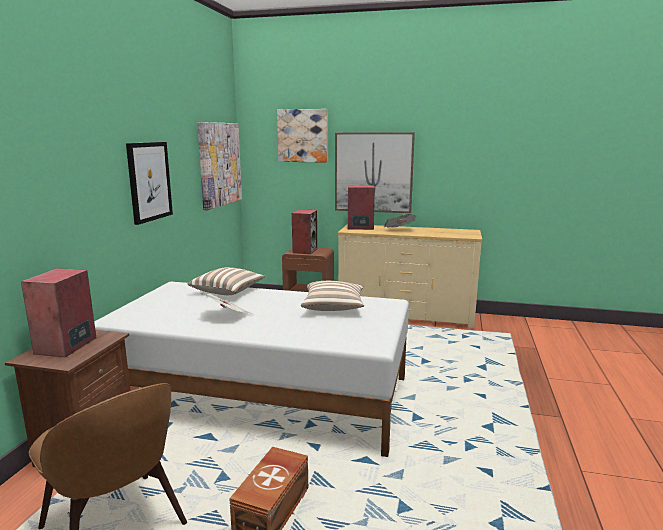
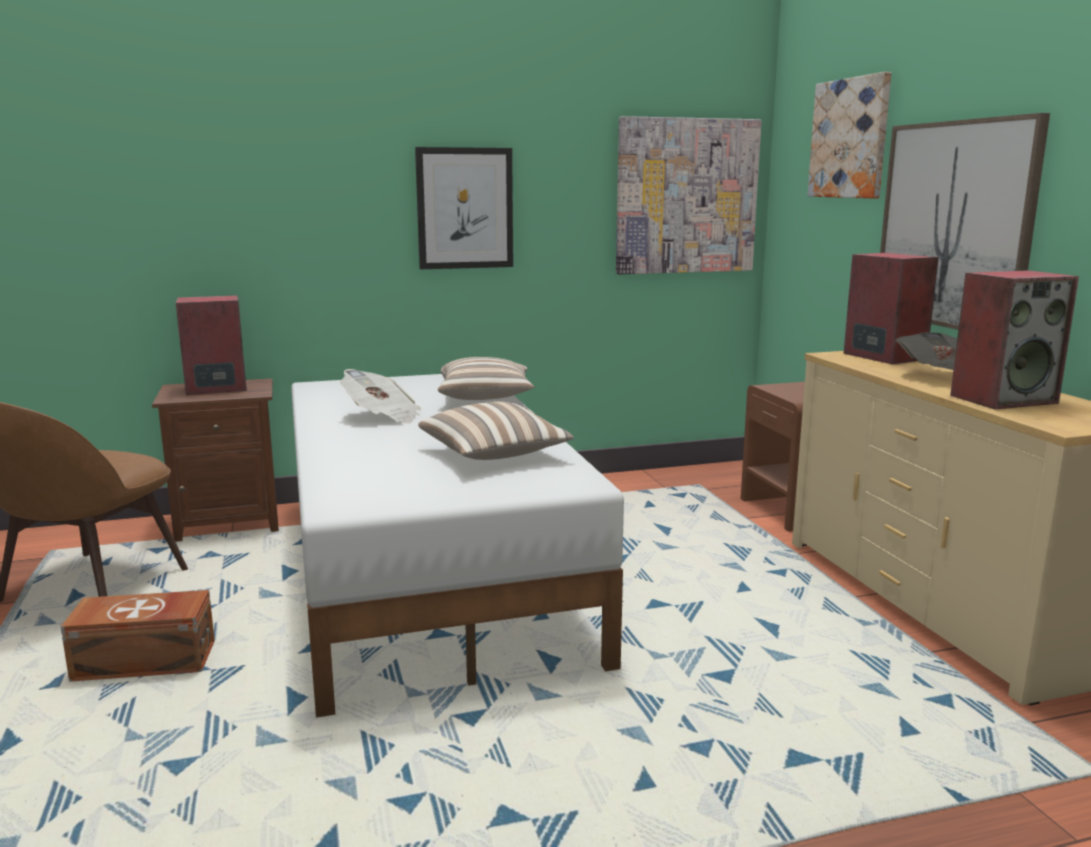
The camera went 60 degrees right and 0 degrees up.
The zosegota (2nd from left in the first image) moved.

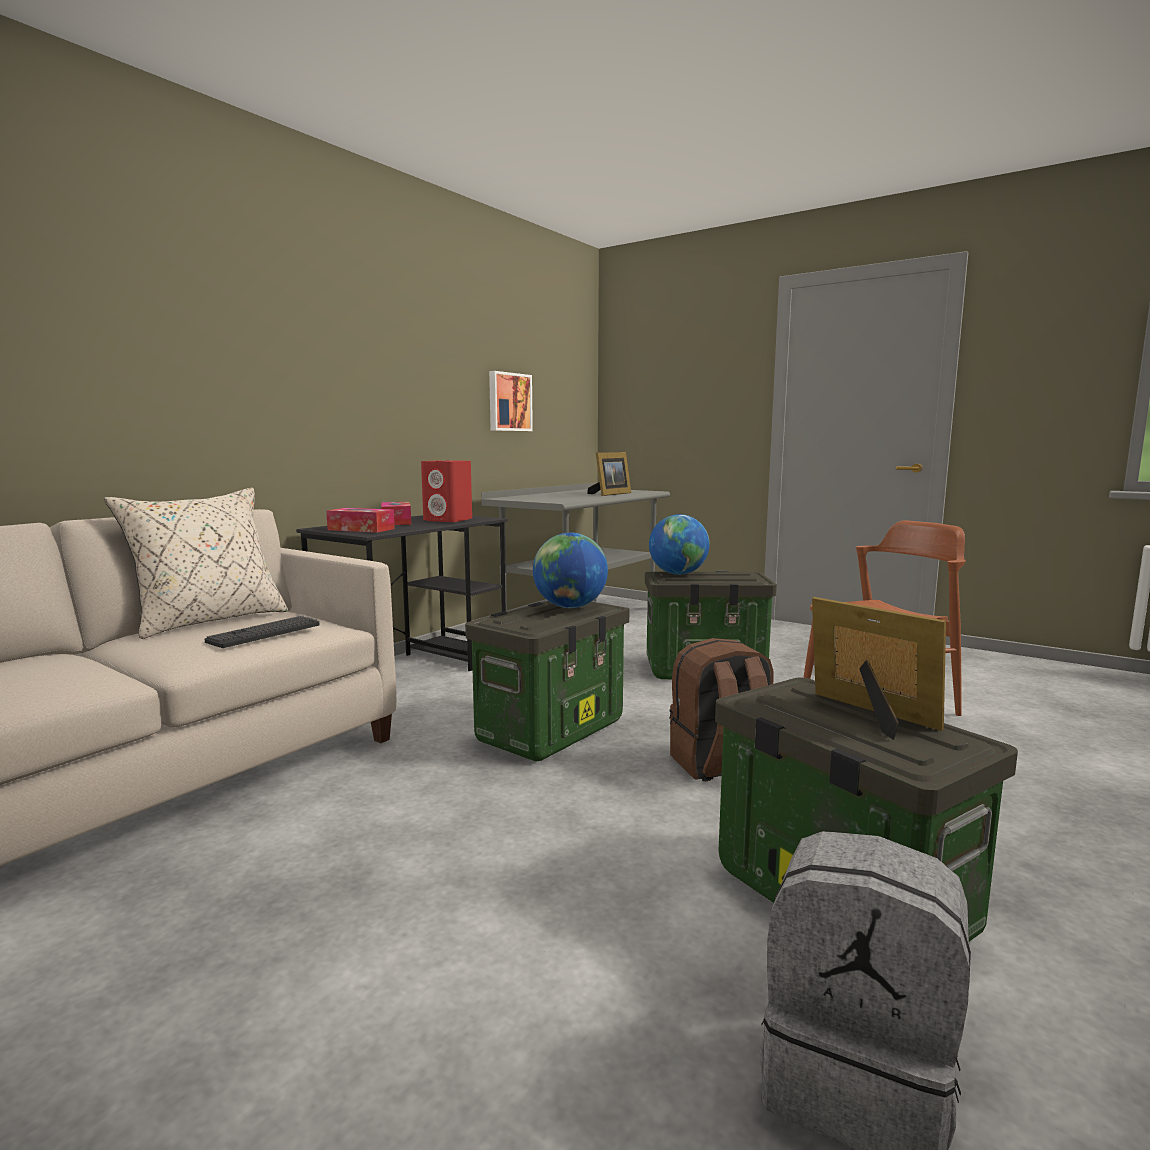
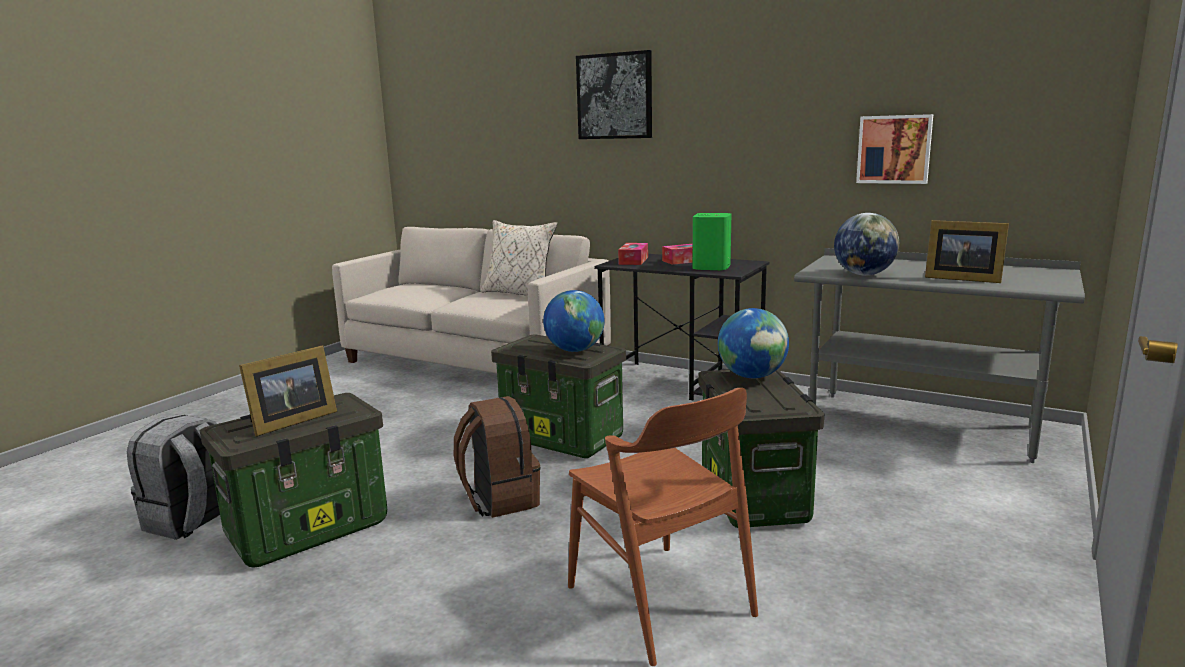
The camera went 85 degrees right and 5 degrees up.
The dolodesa disappeared.
The red_zosegota became the green_zosegota.
The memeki (1st from left) appeared.
The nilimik (3rd from left) appeared.

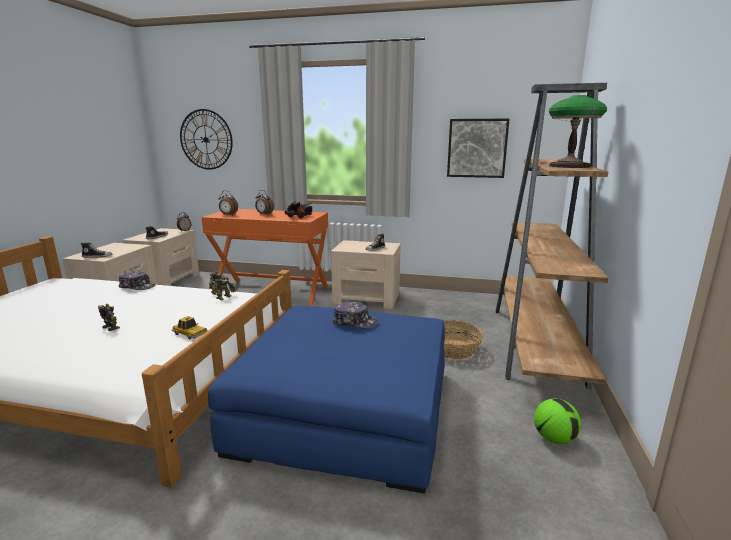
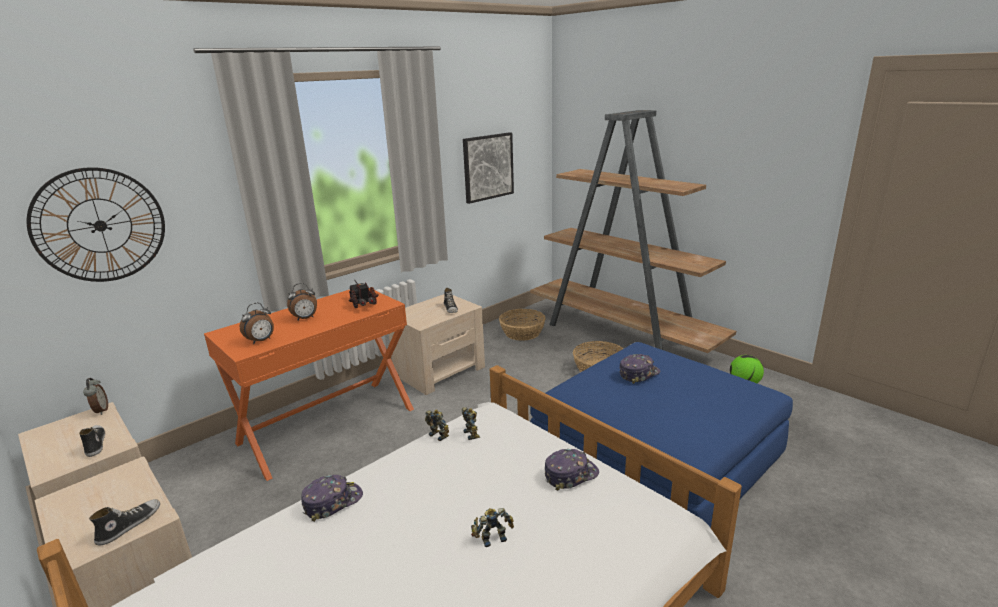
The camera went 55 degrees left and 5 degrees up.
The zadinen was replaced by the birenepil (2nd from left).
The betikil disappeared.
The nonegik (1st from left) appeared.

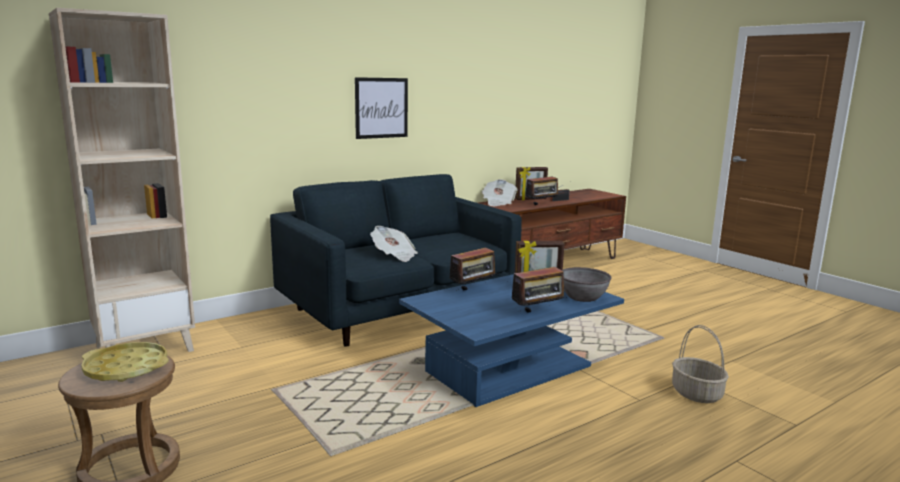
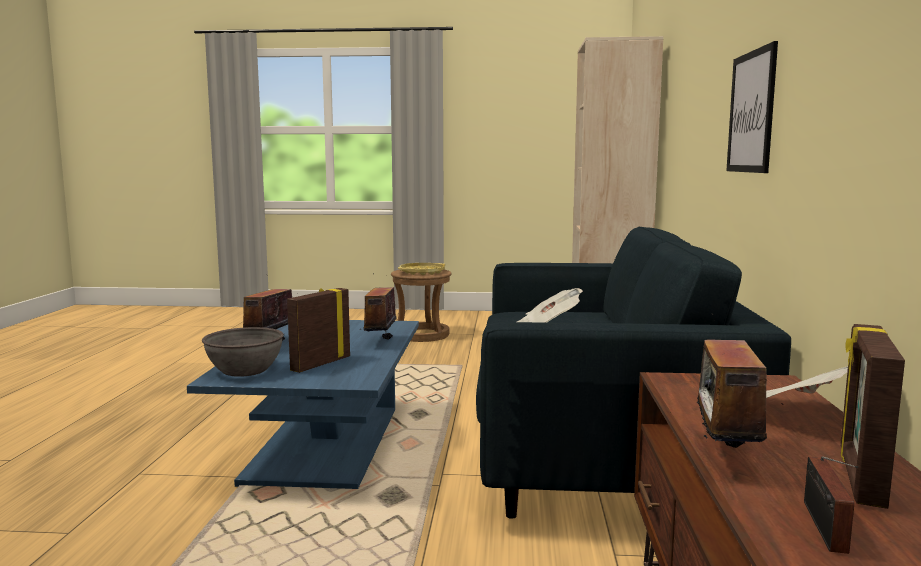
The camera went 130 degrees right and 5 degrees down.
The nonegik disappeared.

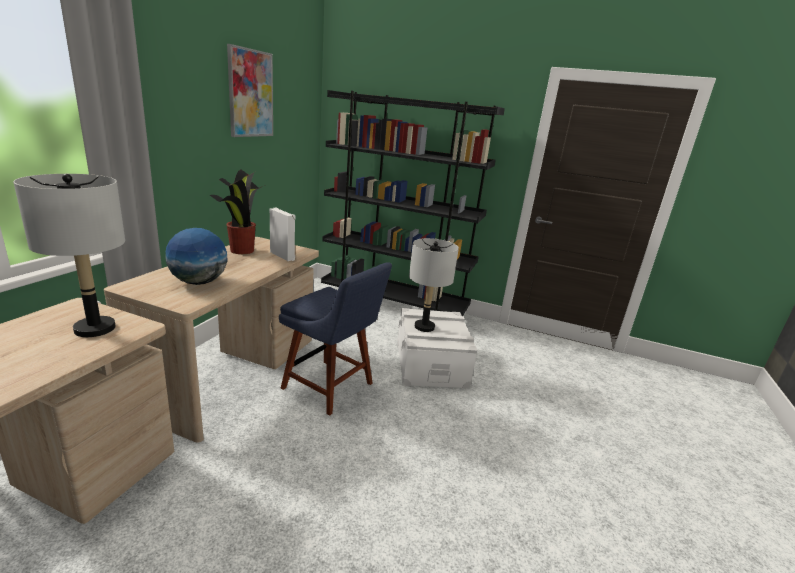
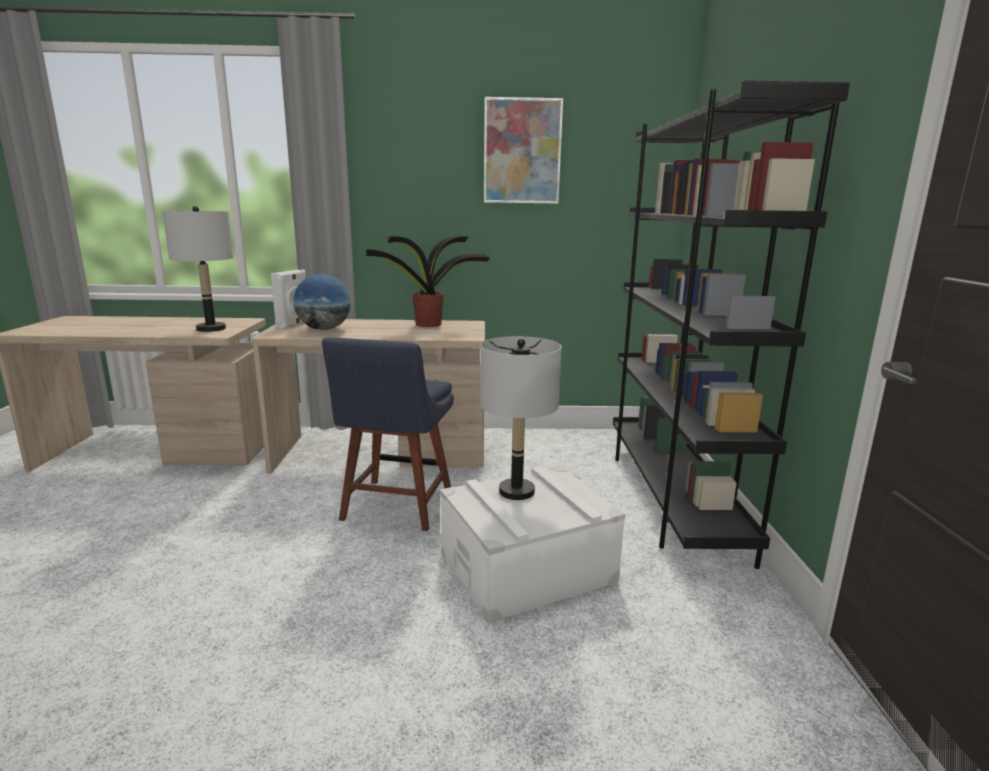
The camera went 70 degrees right and 5 degrees down.
The white_zosegota moved.

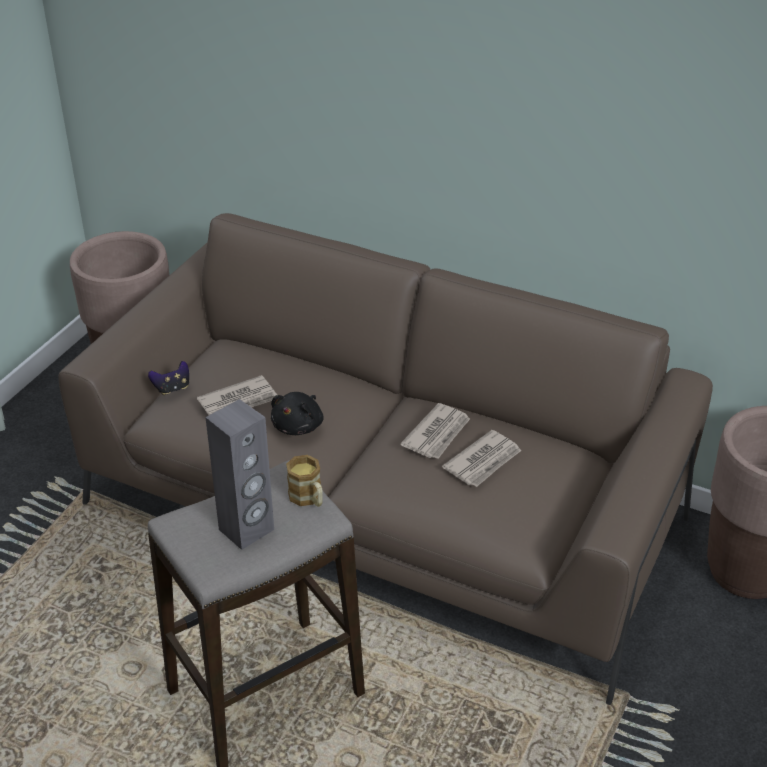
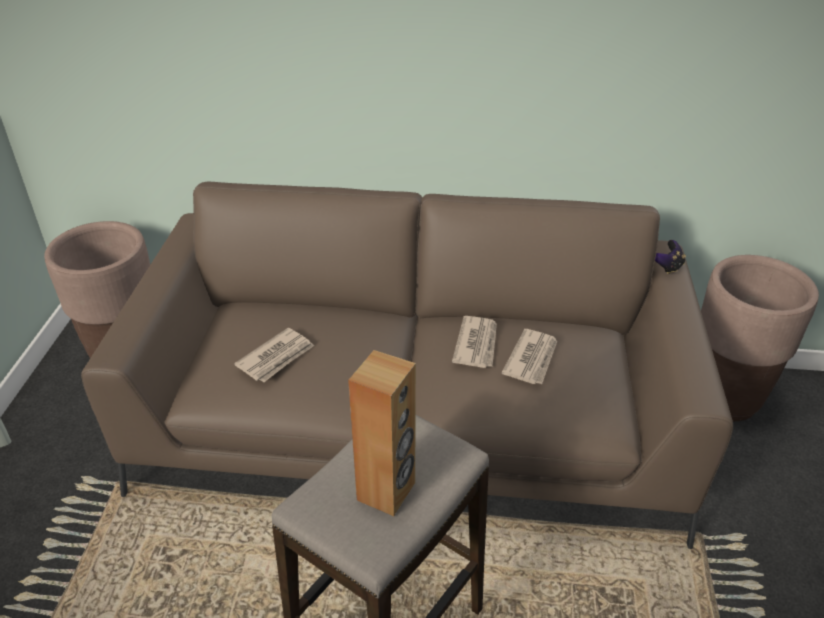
The camera went 20 degrees left and 0 degrees up.
The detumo moved.
The grey_zosegota became the brown_zosegota.
The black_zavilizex disappeared.
The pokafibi disappeared.

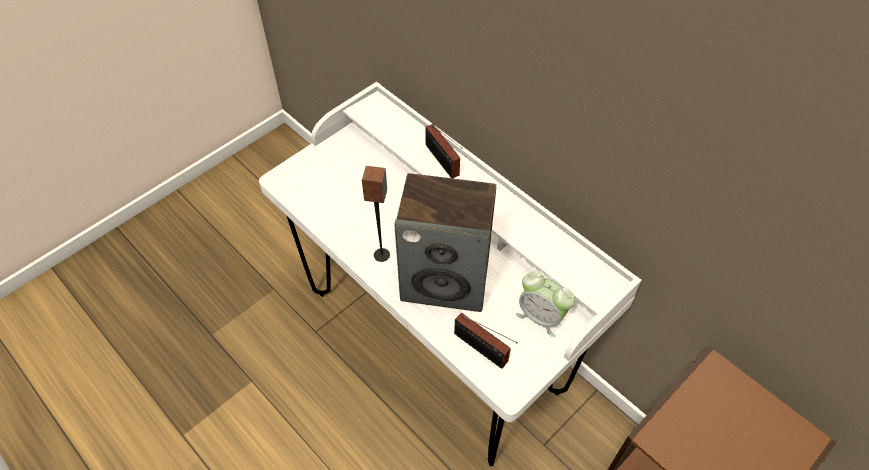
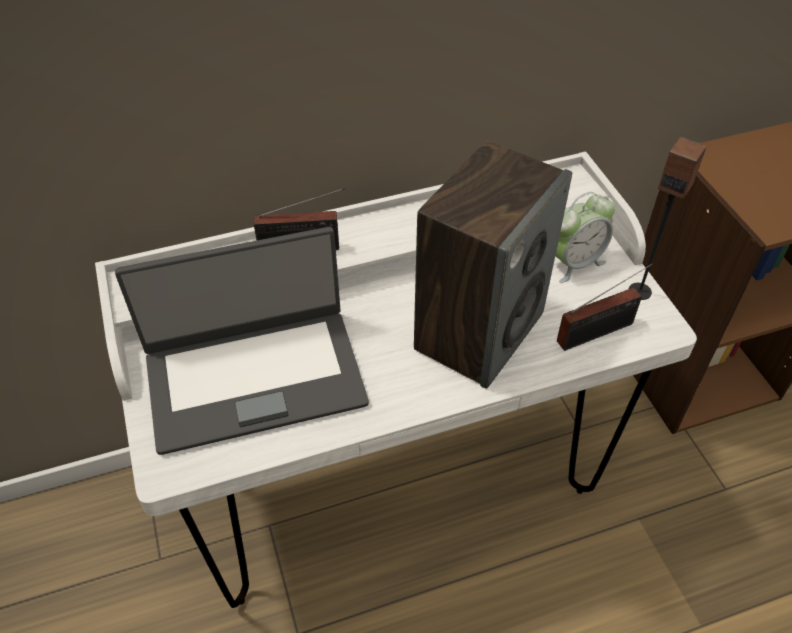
The camera went 65 degrees left and 5 degrees down.
The zosegota (1st from left in the first image) moved.
The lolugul appeared.

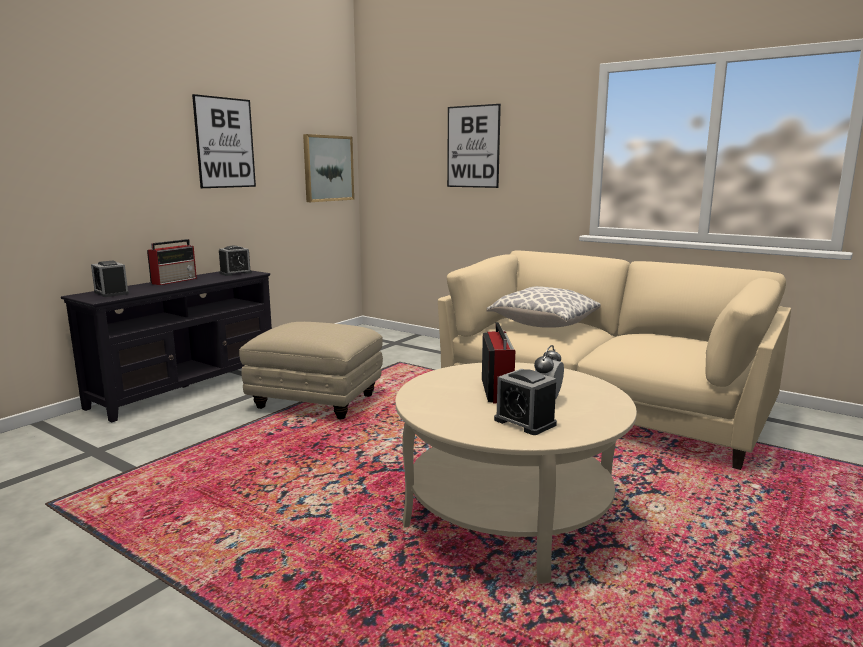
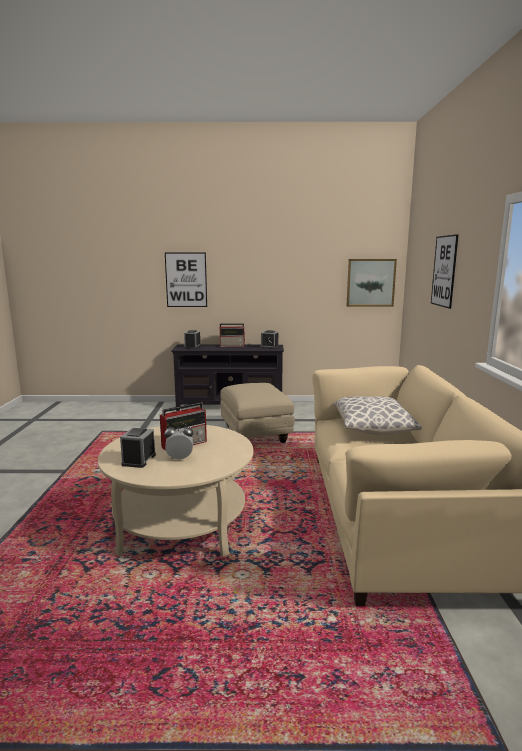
The camera went 55 degrees right and 0 degrees up.
The memeki (1st from left) moved.

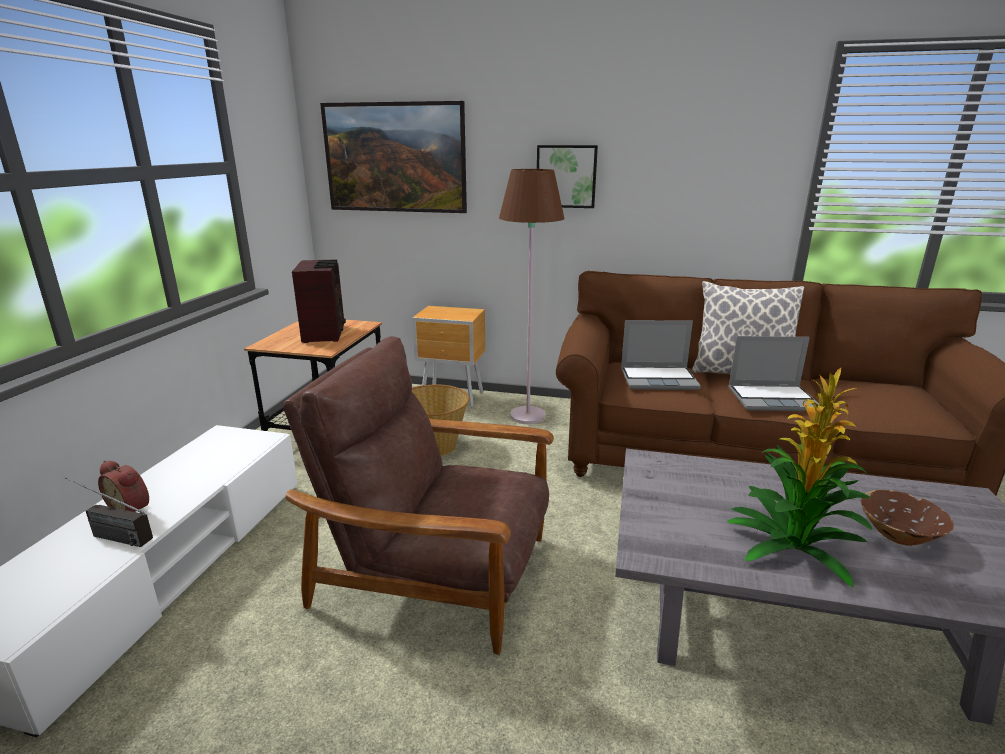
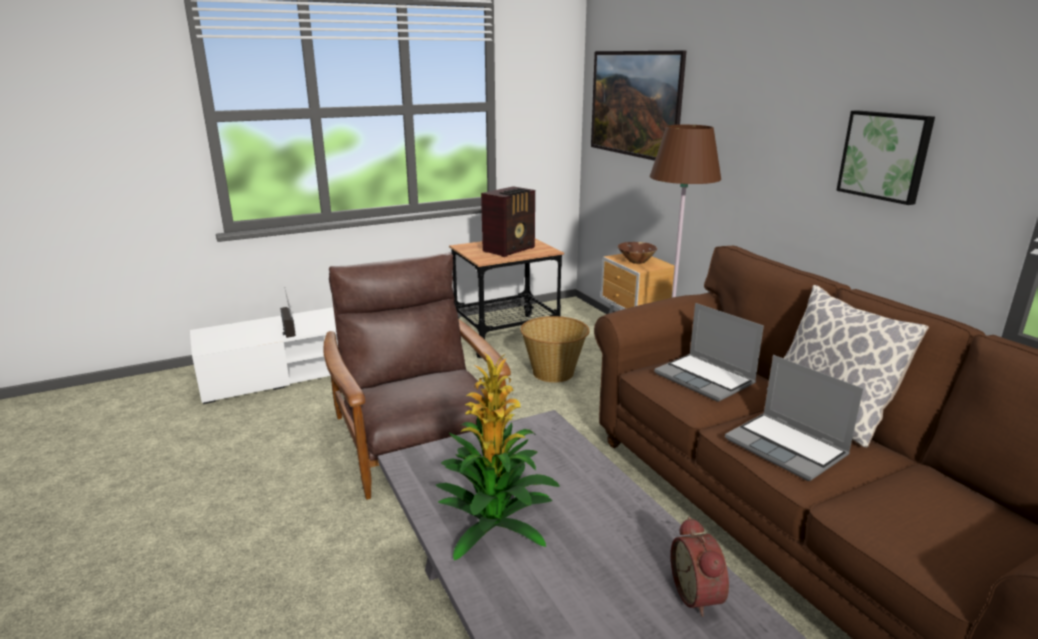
The camera went 50 degrees right and 0 degrees up.
The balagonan moved.
The memeki (2nd from left) moved.
The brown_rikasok moved.

